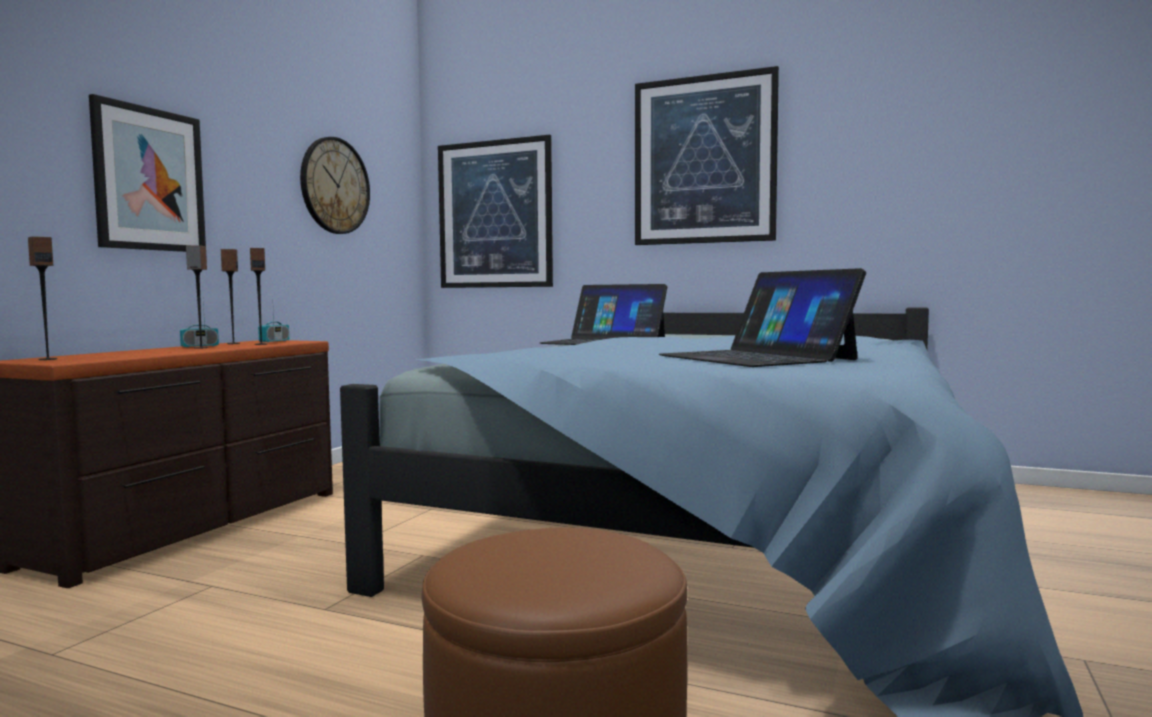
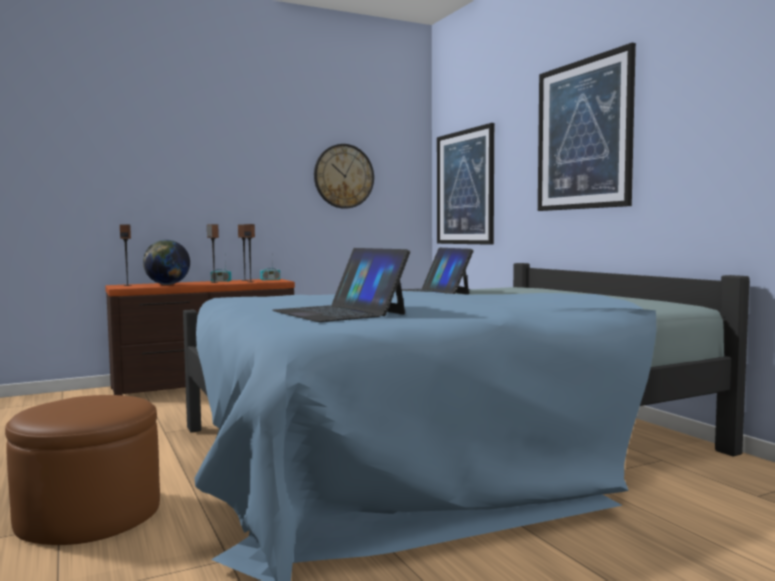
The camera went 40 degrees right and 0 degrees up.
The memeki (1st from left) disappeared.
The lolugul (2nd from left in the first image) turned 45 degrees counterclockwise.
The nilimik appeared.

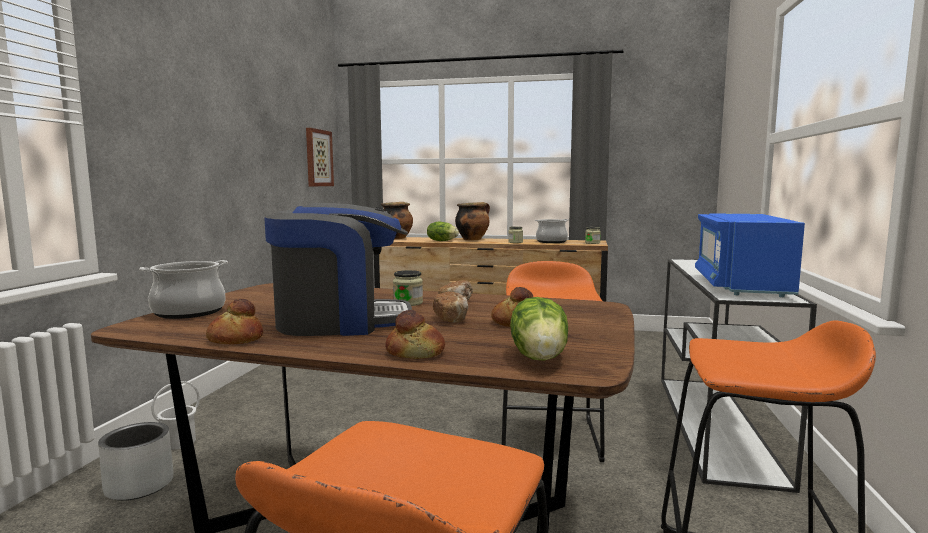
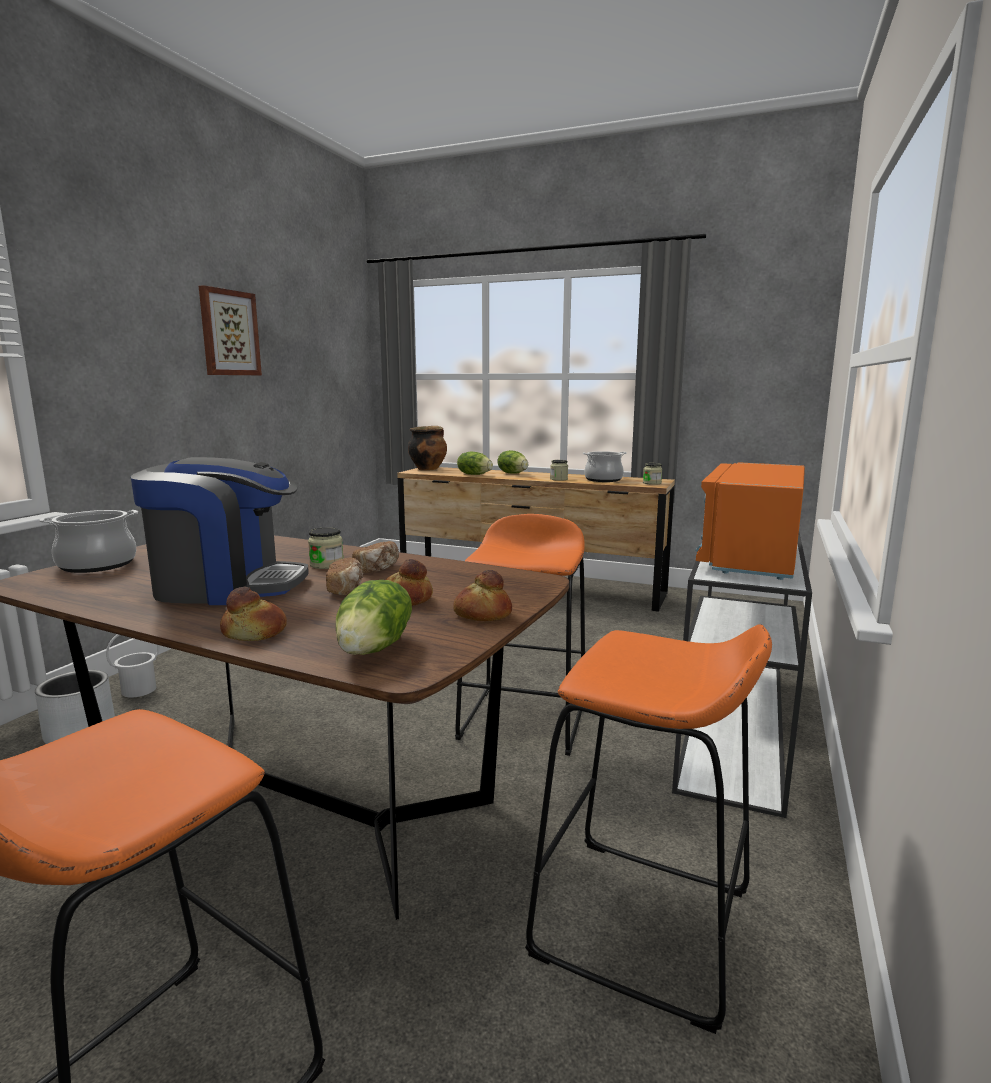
The camera went 10 degrees right and 5 degrees up.
The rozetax (1st from left in the first image) moved.
The memeki moved.
The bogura (3rd from left) was replaced by the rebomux (3rd from left).
The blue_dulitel became the orange_dulitel.

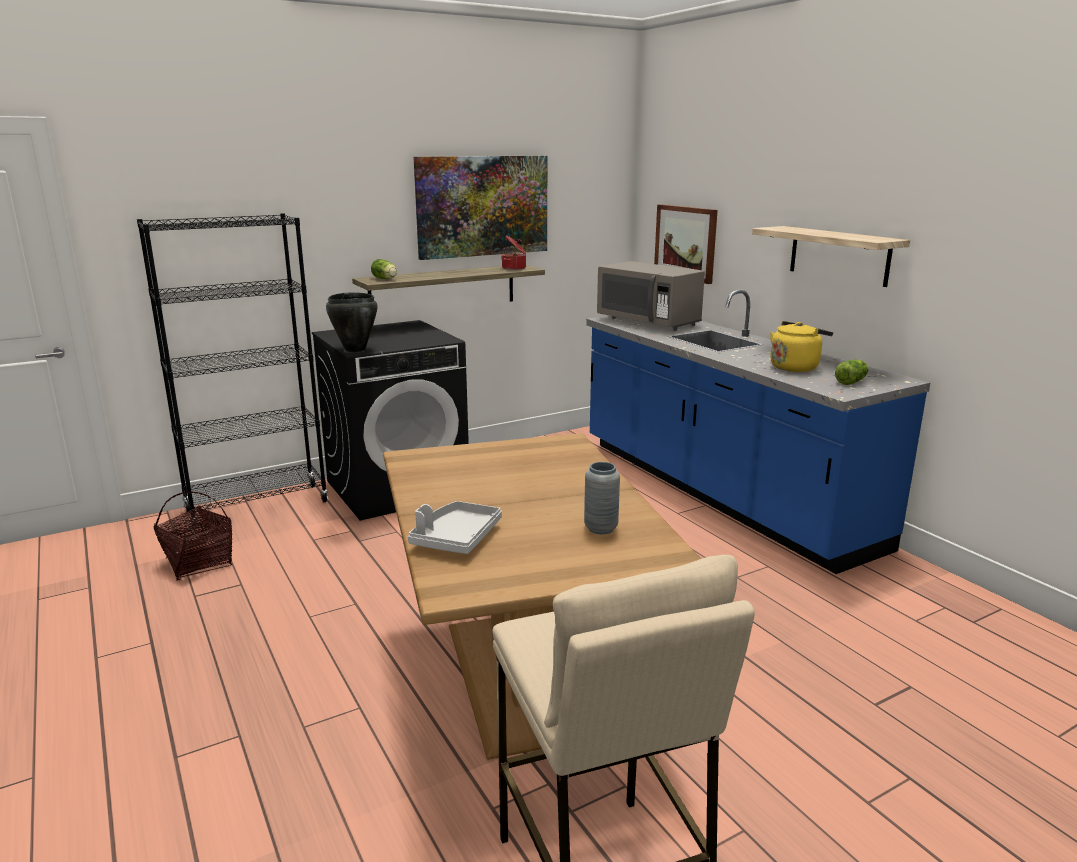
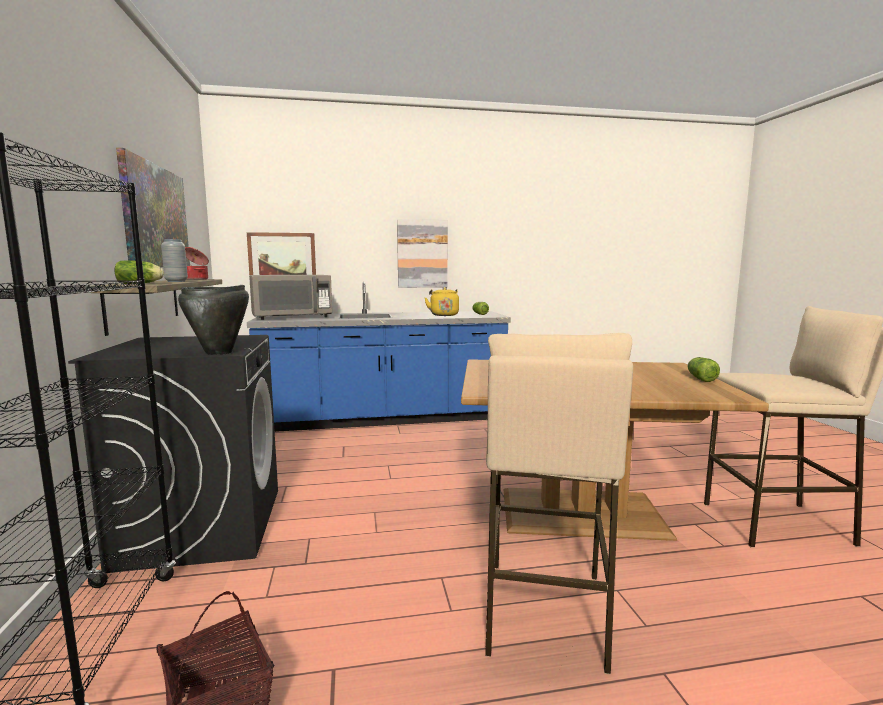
The camera went 70 degrees left and 10 degrees down.
The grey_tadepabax disappeared.
The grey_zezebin moved.
The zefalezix (2nd from left) was replaced by the memeki (3rd from left).
The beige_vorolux (1st from left) appeared.
The rebomux (3rd from left) appeared.

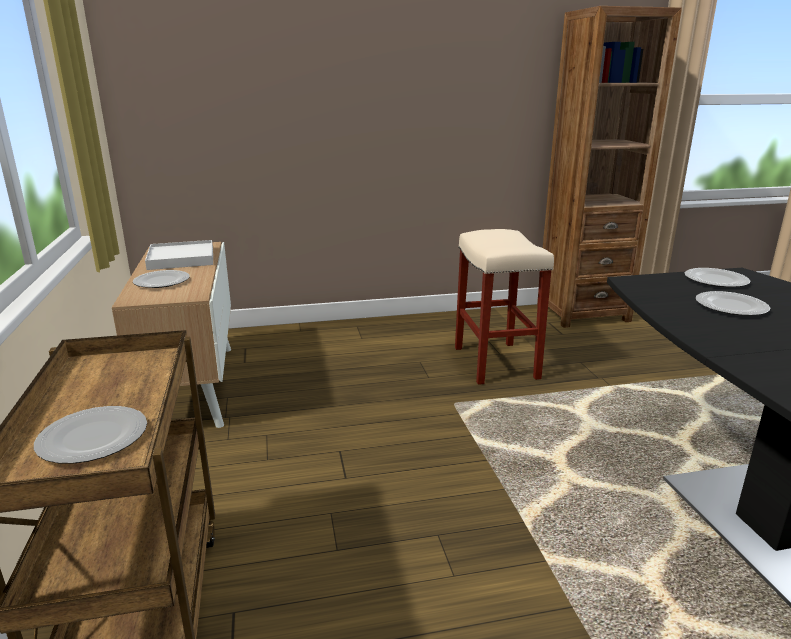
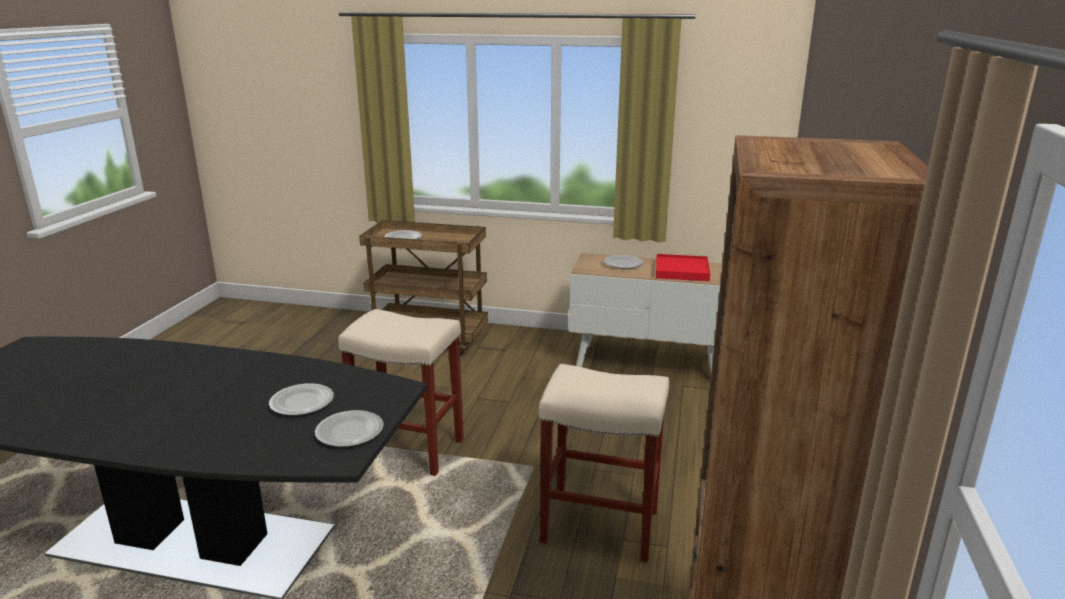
The camera went 115 degrees right and 0 degrees up.
The white_tadepabax became the red_tadepabax.
The beige_vorolux (1st from left) appeared.

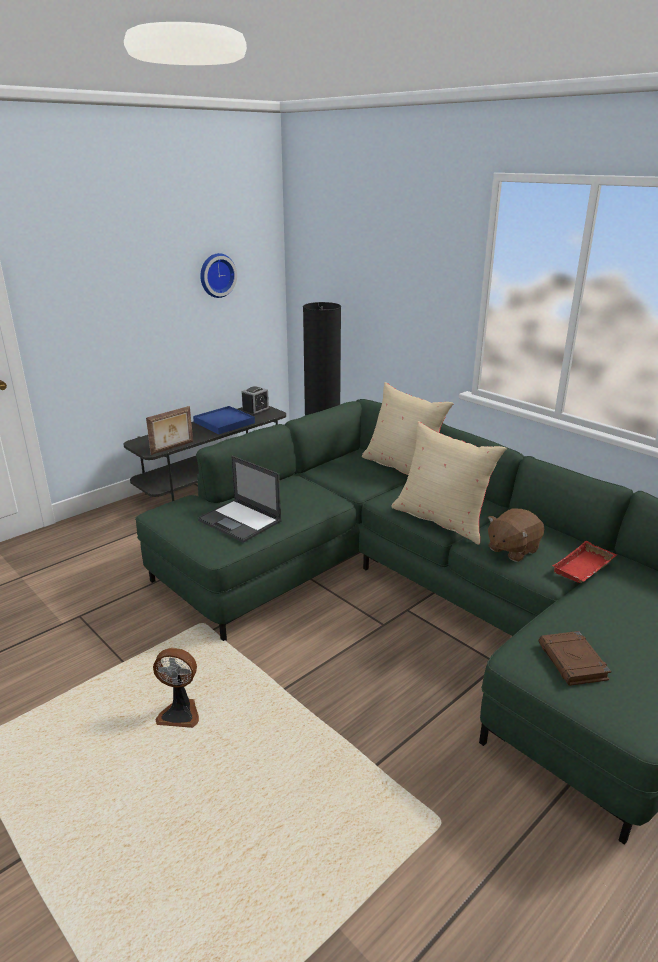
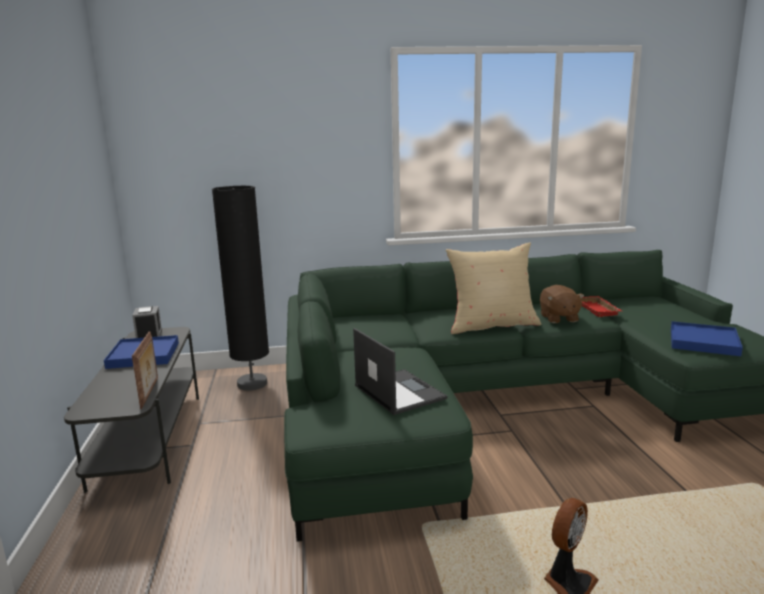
The camera went 55 degrees left and 10 degrees down.
The lolugul turned 105 degrees counterclockwise.
The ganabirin disappeared.
The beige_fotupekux (1st from left) disappeared.
The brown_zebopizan was replaced by the blue_tadepabax (2nd from left).

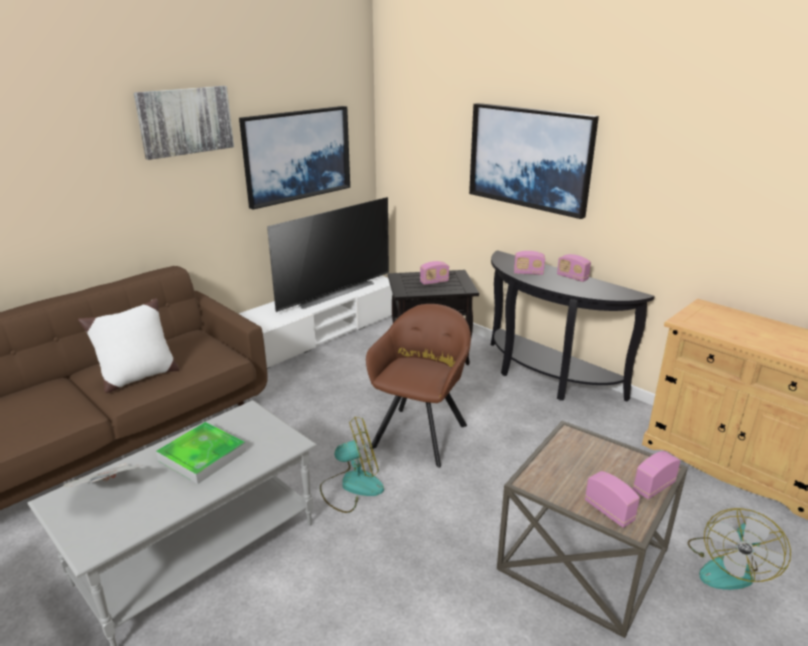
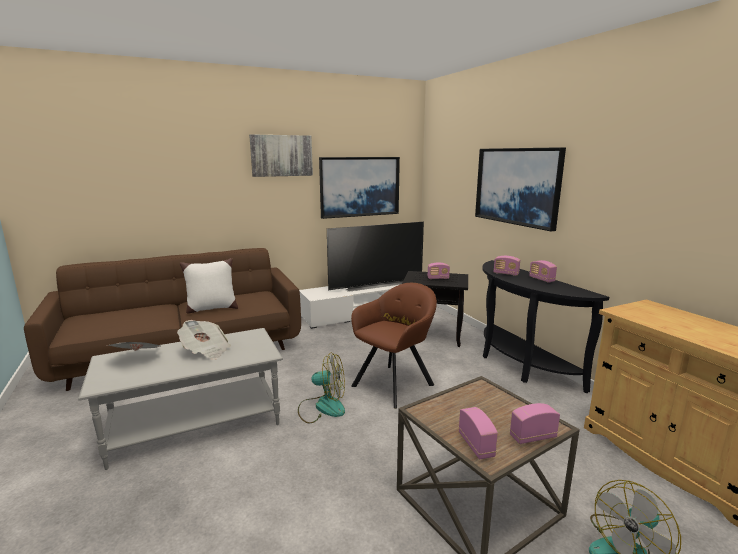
The camera went 20 degrees right and 10 degrees down.
The tadepabax was replaced by the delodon (2nd from left).

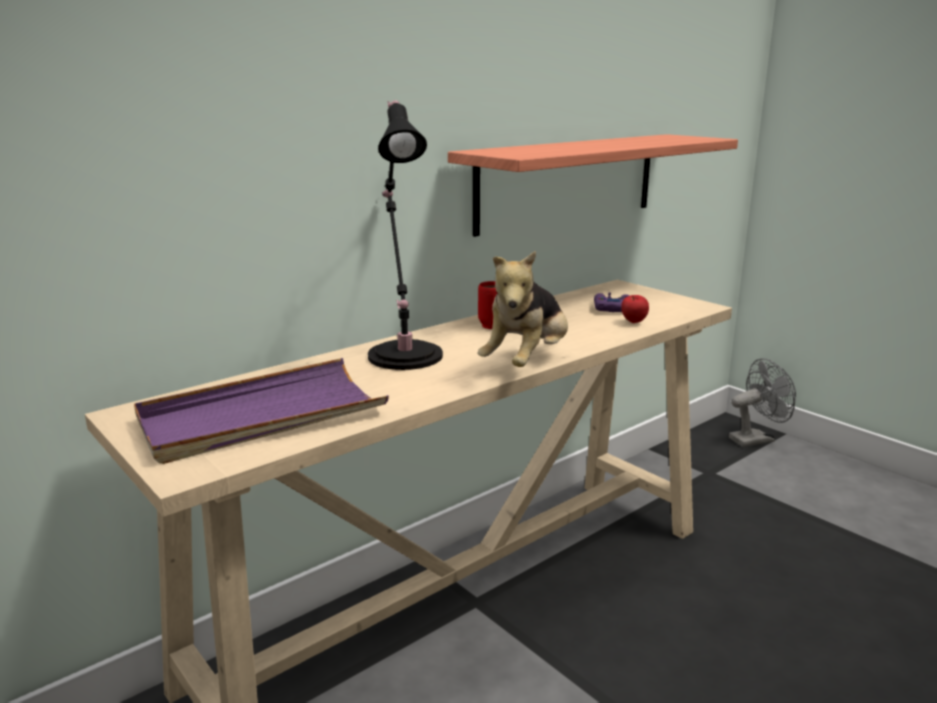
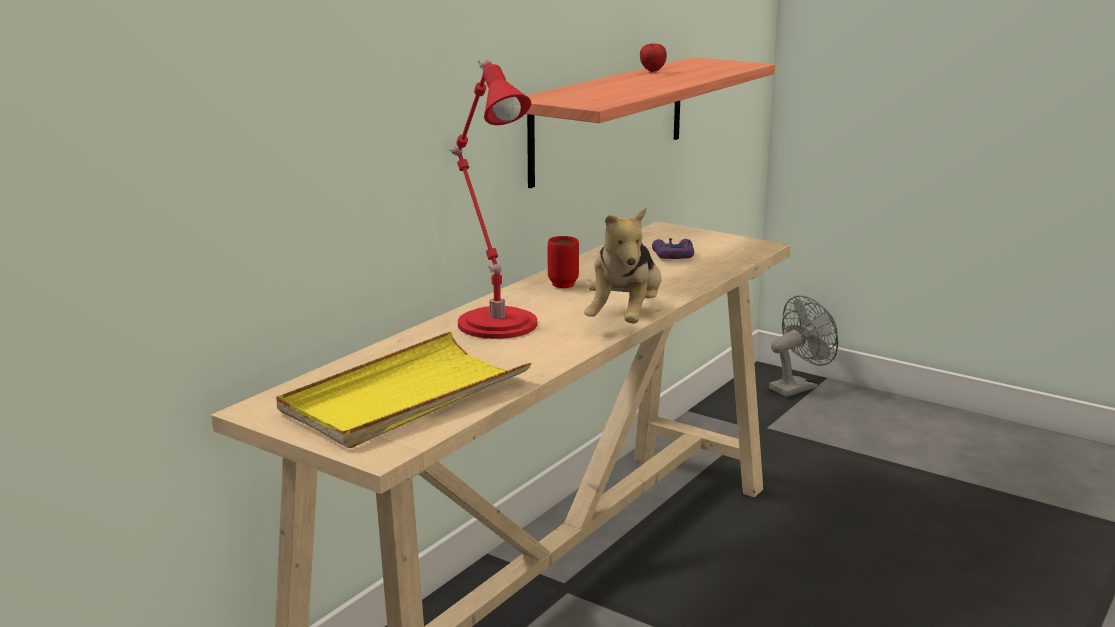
The camera went 15 degrees left and 0 degrees up.
The purple_tadepabax became the yellow_tadepabax.
The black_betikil became the red_betikil.
The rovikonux moved.

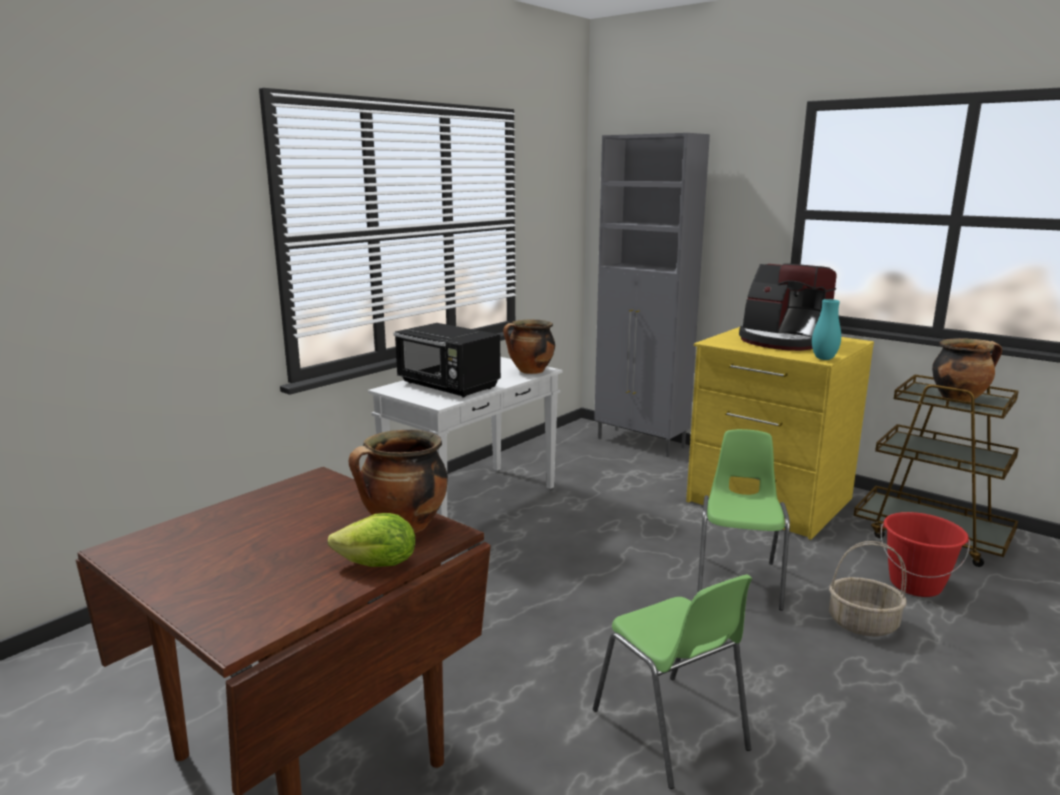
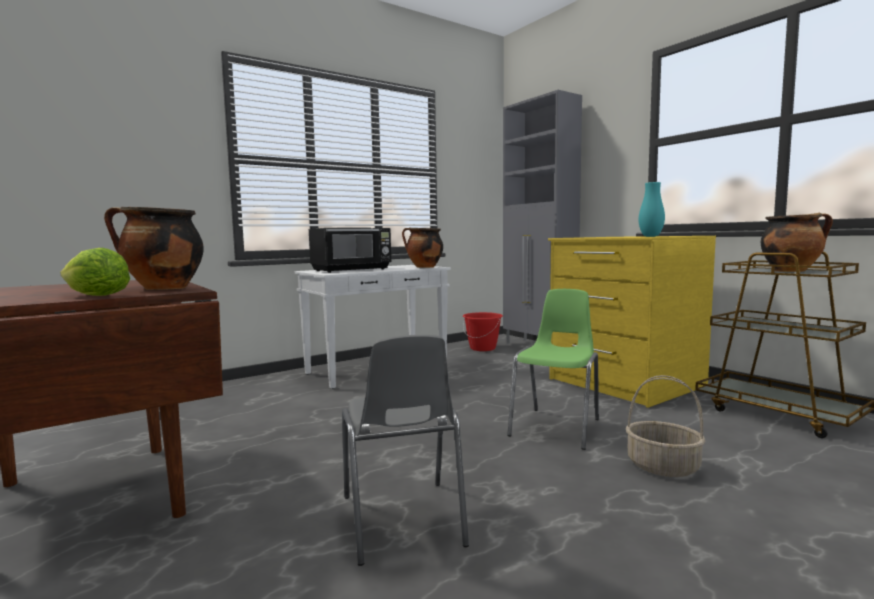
The camera went 15 degrees right and 10 degrees down.
The black_dulitel turned 90 degrees counterclockwise.
The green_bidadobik (1st from left) became the grey_bidadobik.
The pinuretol disappeared.
The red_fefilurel moved.

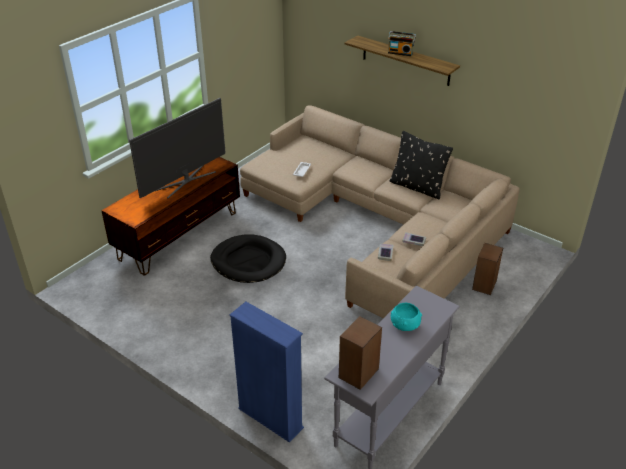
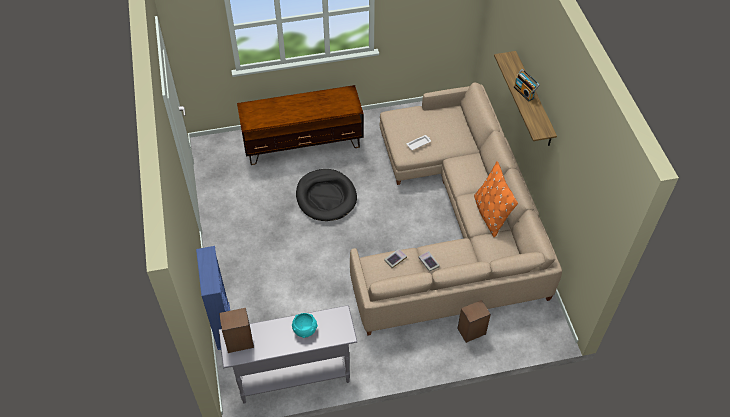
The camera went 40 degrees right and 15 degrees up.
The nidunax disappeared.
The black_fotupekux became the orange_fotupekux.

